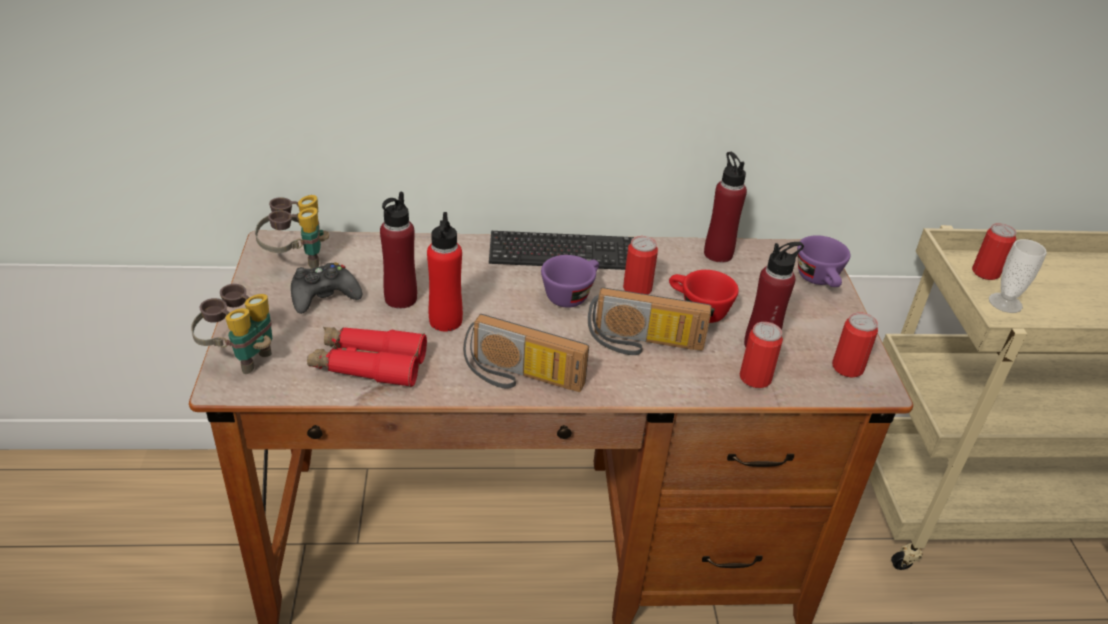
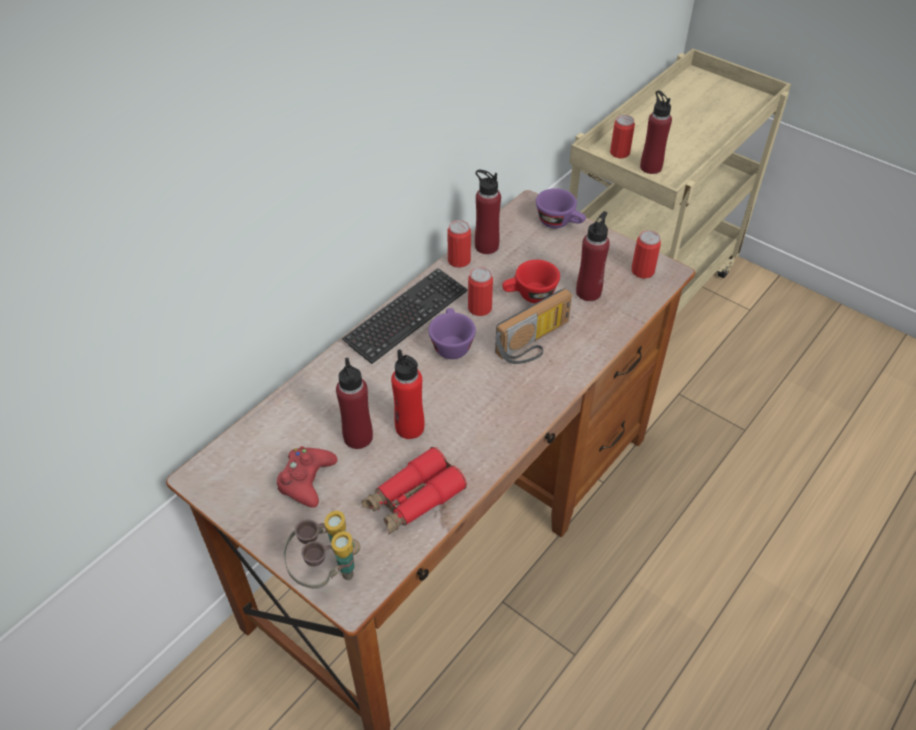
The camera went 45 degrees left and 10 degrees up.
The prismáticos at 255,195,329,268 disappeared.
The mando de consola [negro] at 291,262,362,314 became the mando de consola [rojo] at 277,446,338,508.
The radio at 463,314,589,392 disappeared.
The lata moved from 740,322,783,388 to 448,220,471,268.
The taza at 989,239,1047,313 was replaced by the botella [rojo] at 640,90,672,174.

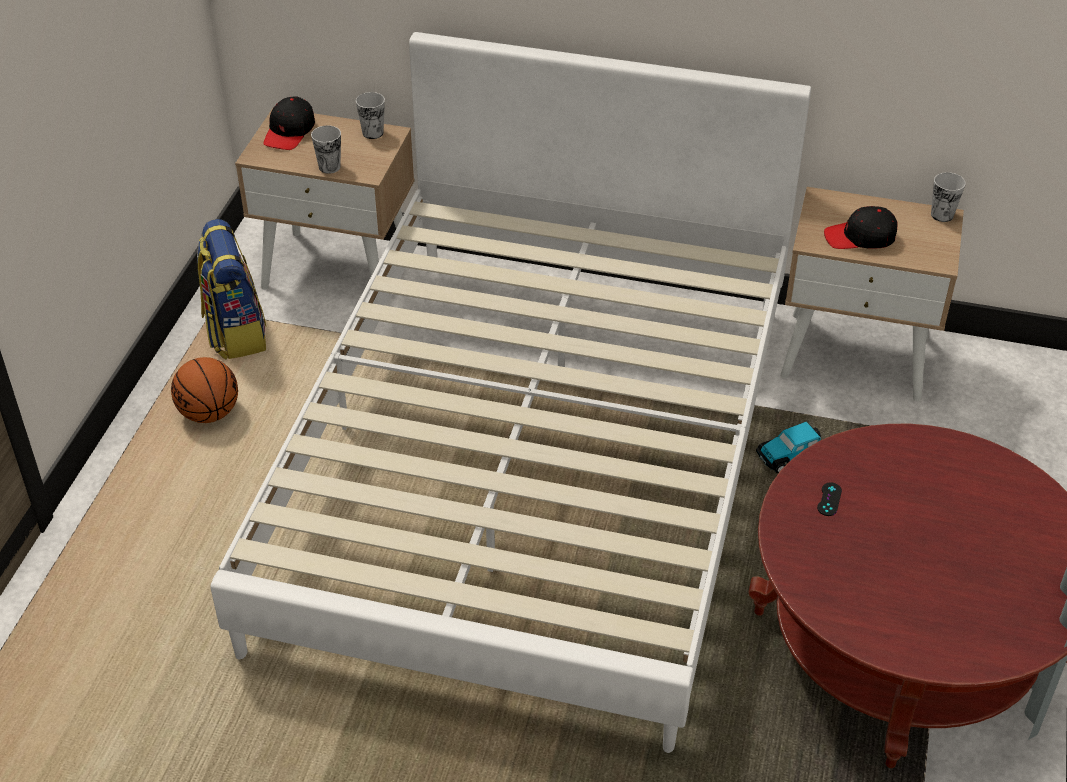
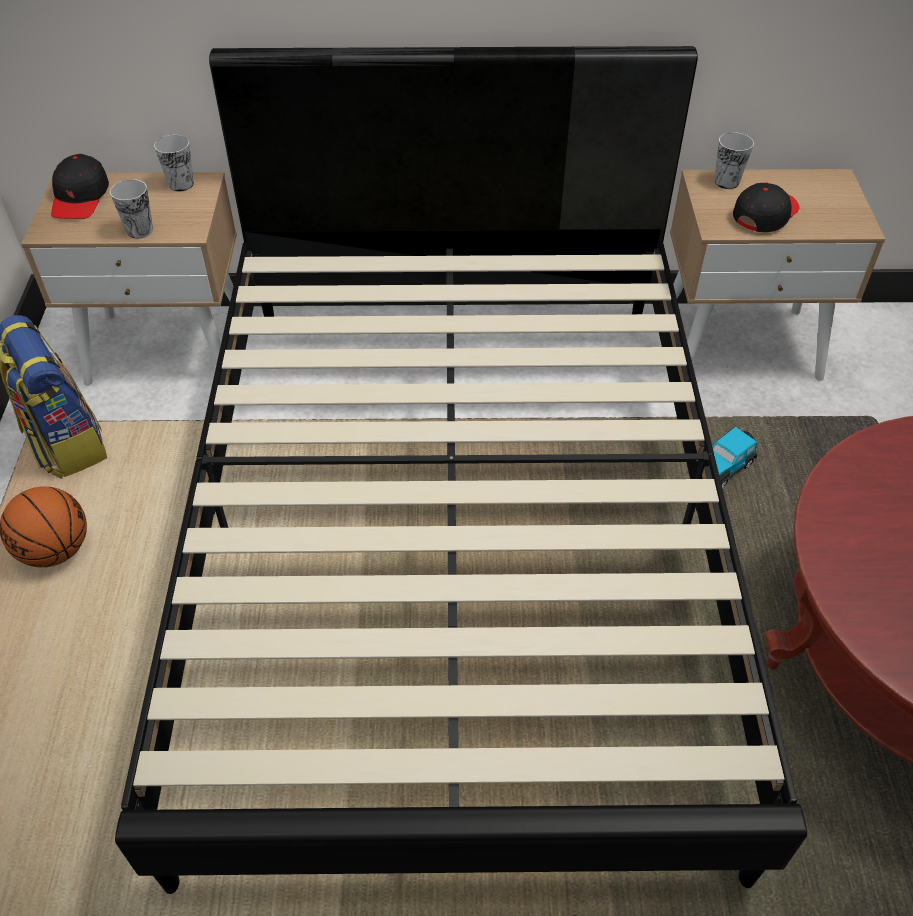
The camera went 15 degrees left and 5 degrees up.
The cama [blanco] at 210,32,811,753 became the cama [negro] at 115,46,807,894.
The mando de consola [negro] at 817,482,842,516 disappeared.
The gorra [negro] at 824,206,897,249 turned 150 degrees clockwise.
The taza moved from 931,172,966,222 to 715,132,754,189.

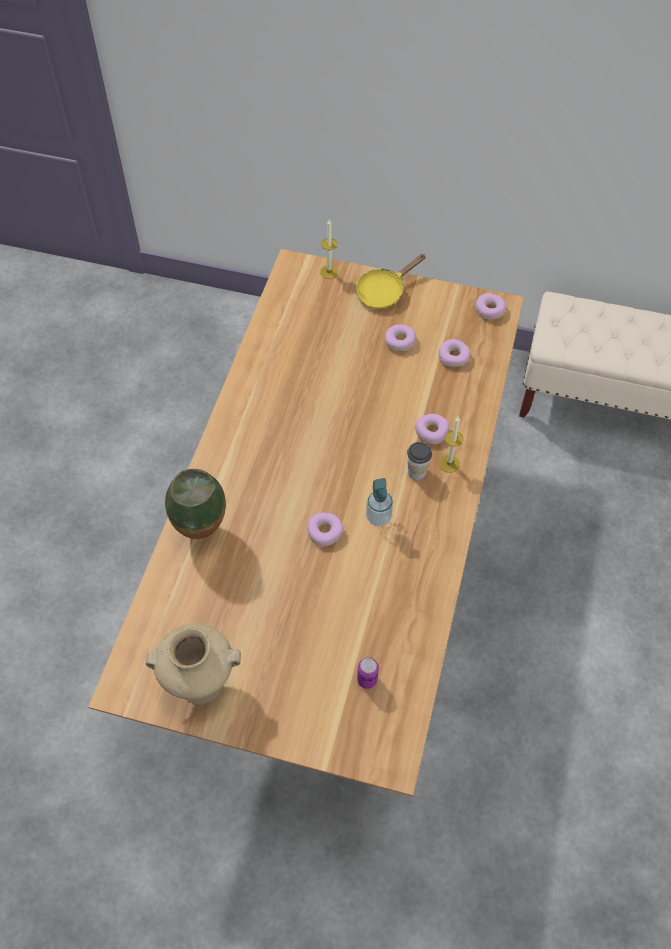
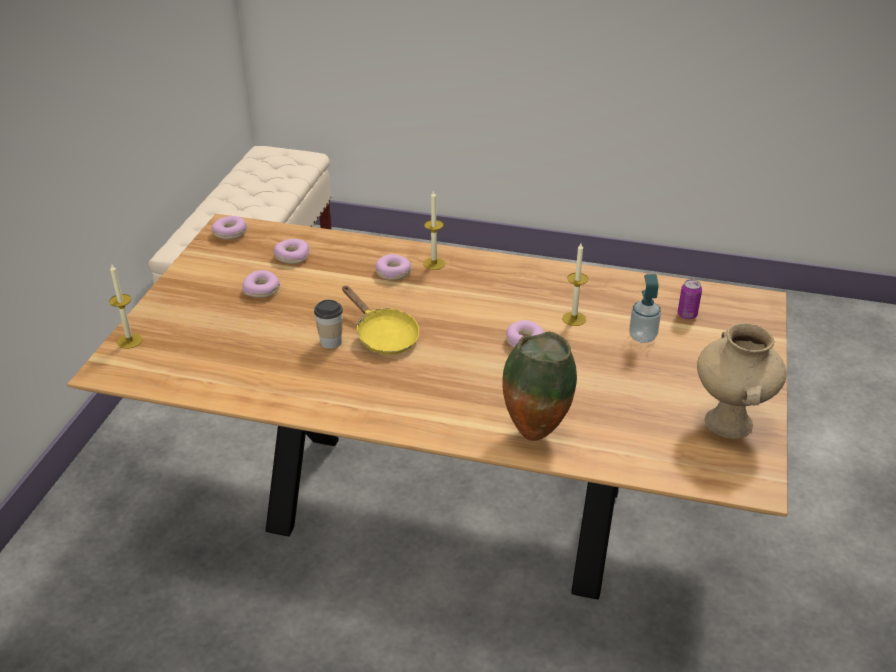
The camera went 90 degrees left and 20 degrees down.
The sartén [amarillo] moved from 355,254,426,309 to 342,286,419,355.
The dispensador de jabón moved from 366,478,393,526 to 629,274,661,343.
The taza moved from 407,442,432,480 to 314,300,343,349.
The vela at 562,243,588,326 appeared.

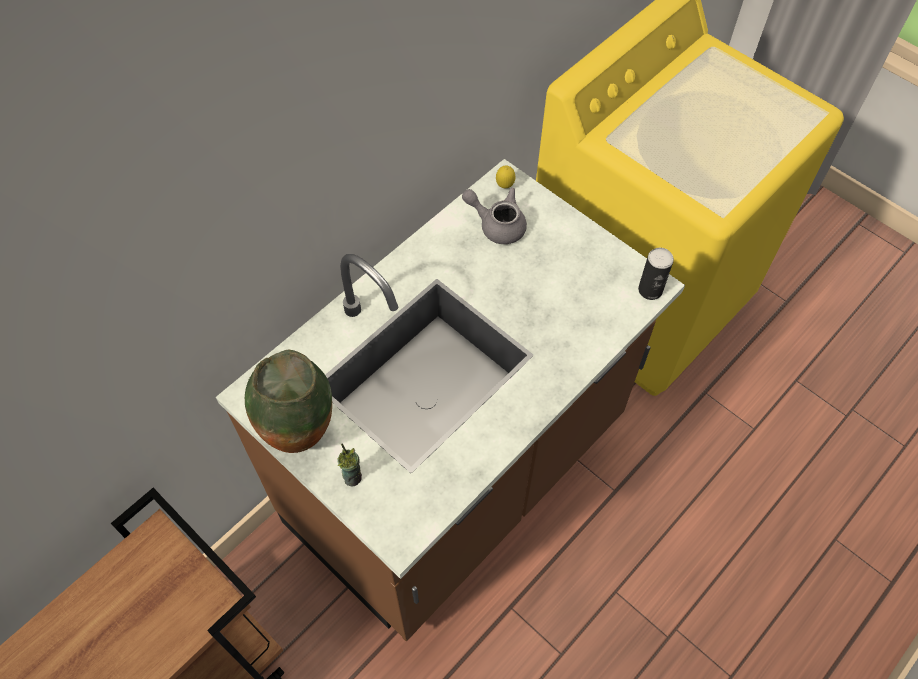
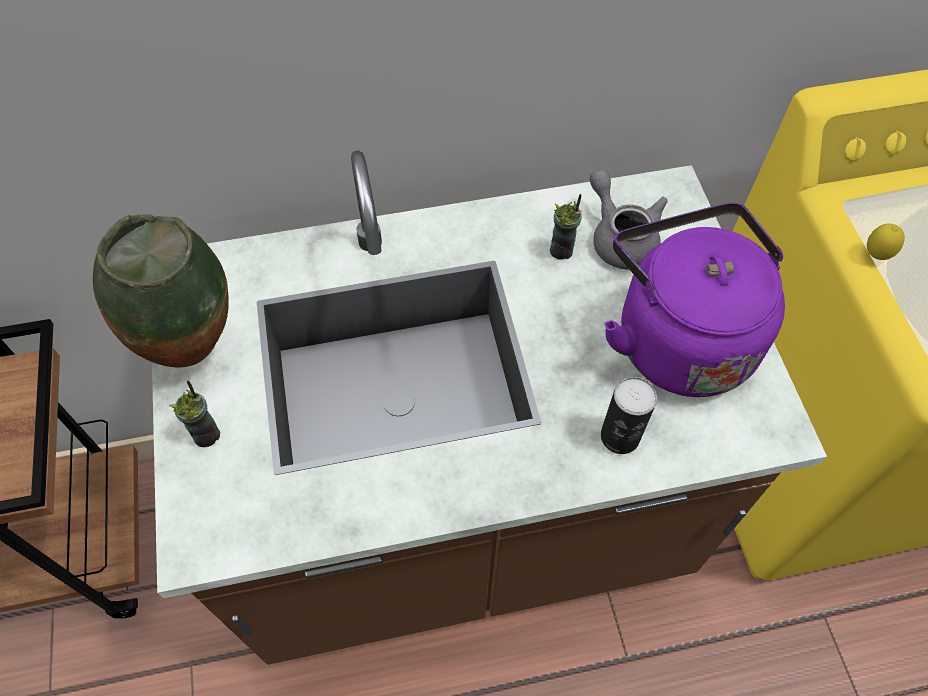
The camera went 35 degrees right and 0 degrees up.
The limón moved from 496,165,515,188 to 867,223,905,260.
The lata moved from 638,248,674,300 to 601,377,657,454.
The taza at 550,194,582,260 appeared.
The hervidor [morado] at 604,203,785,397 appeared.

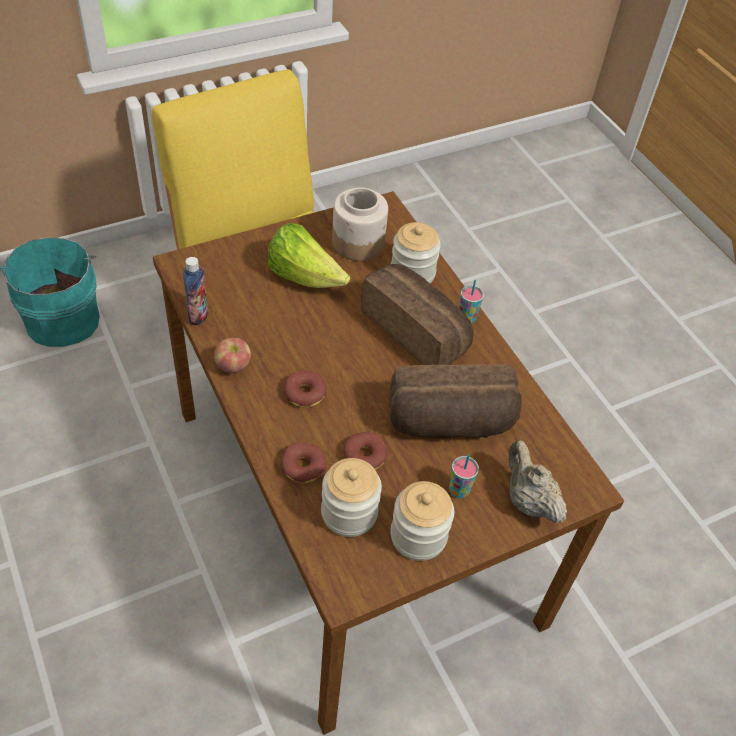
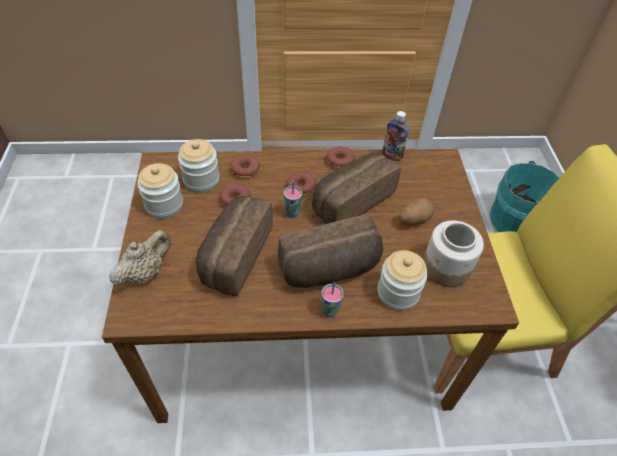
The camera went 115 degrees right and 0 degrees up.
The manzana at 214,338,251,373 was replaced by the rosquilla at 327,146,355,169.
The lechuga at 268,223,350,288 was replaced by the patata at 399,197,434,226.
The taza moved from 449,454,479,498 to 284,182,302,218.
The tetera [beis] at 508,440,567,523 turned 45 degrees counterclockwise.
The pan at 312,153,401,224 appeared.

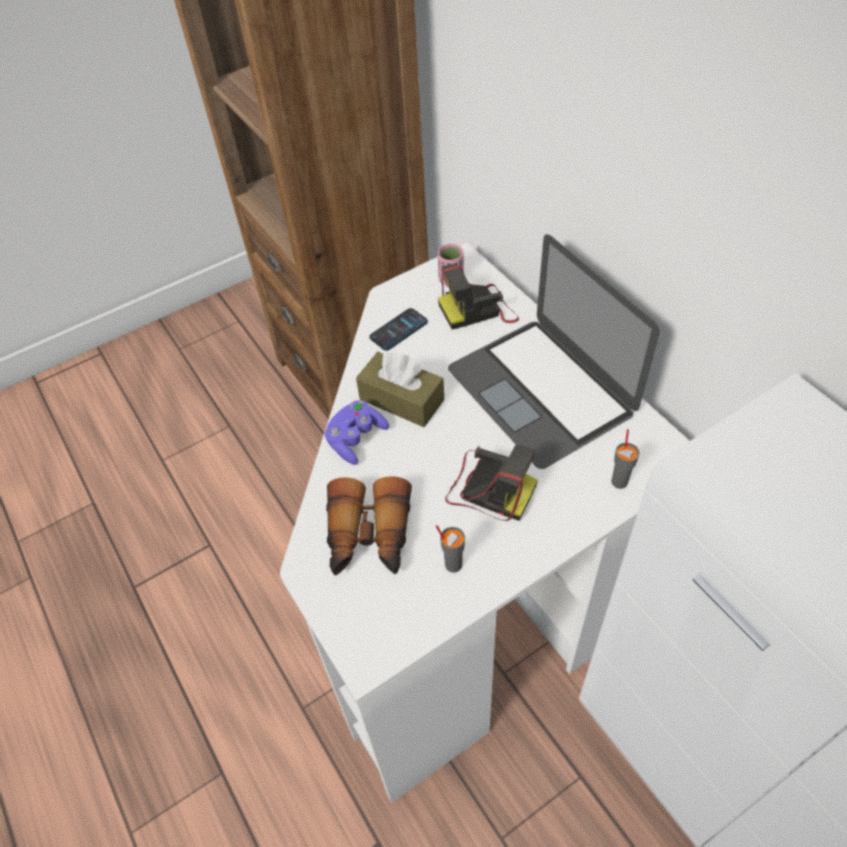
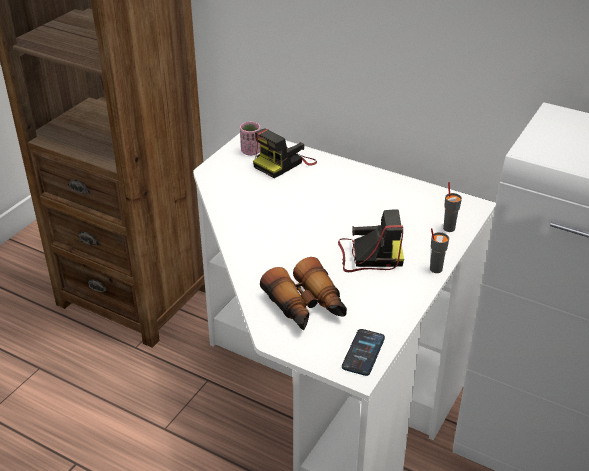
The camera went 30 degrees left and 15 degrees down.
The mando de consola [morado] at 325,400,389,465 disappeared.
The caja de pañuelos [marrón] at 356,352,444,427 disappeared.
The móvil moved from 369,308,428,351 to 342,329,385,376.
The taza [gris] moved from 436,525,465,573 to 430,228,449,273.
The portátil at 448,234,659,469 disappeared.

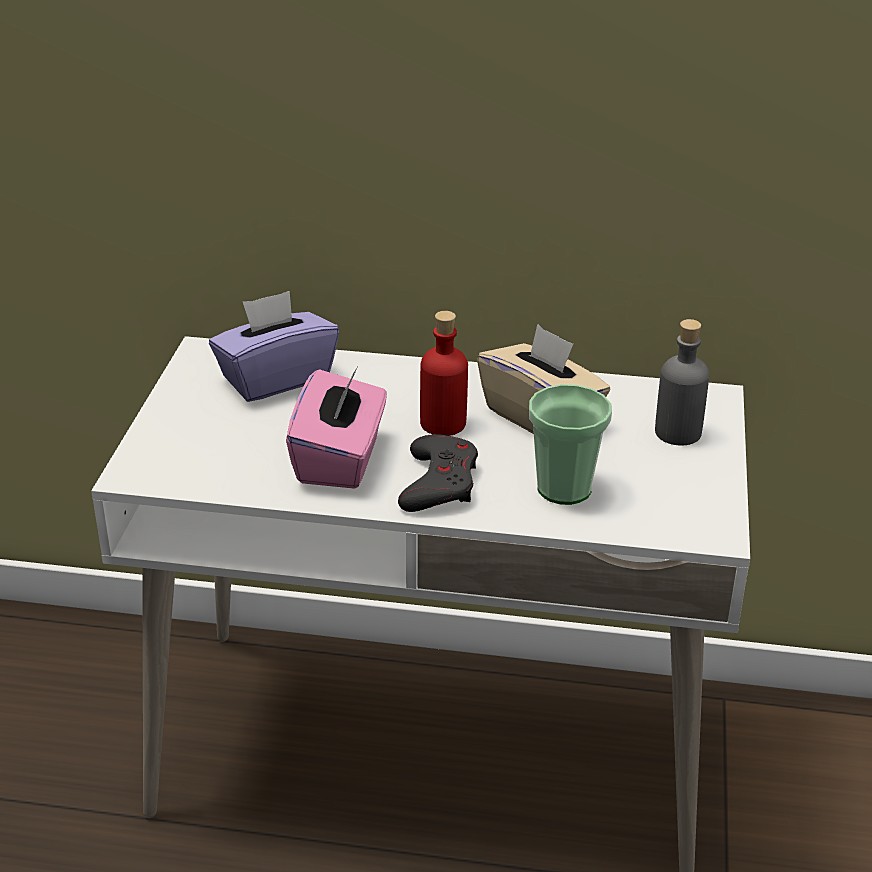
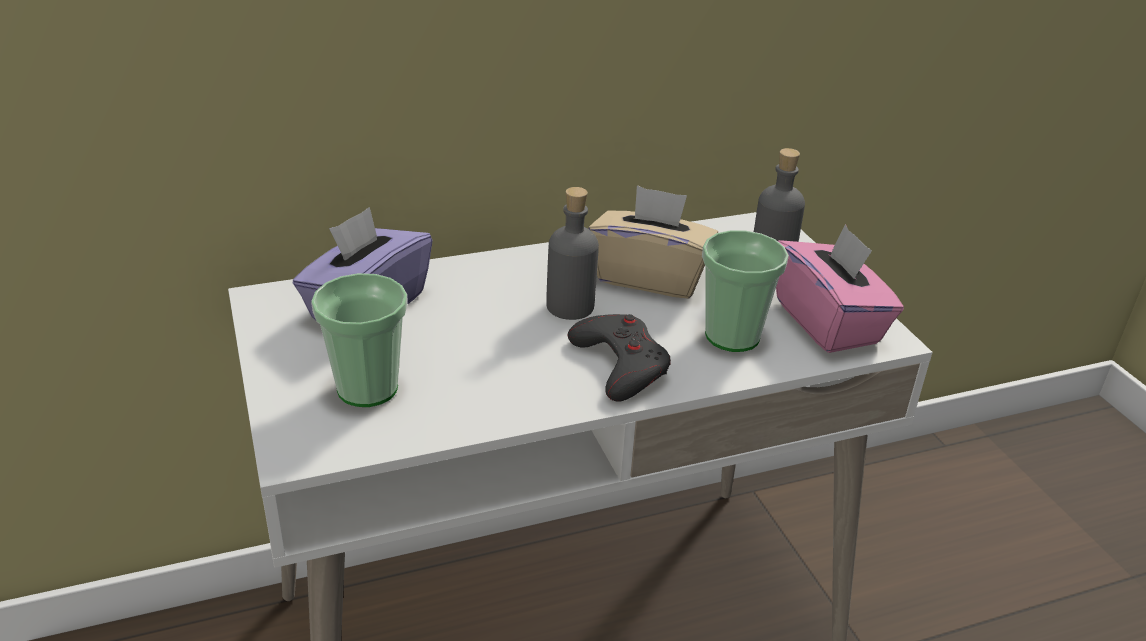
The camera went 30 degrees left and 0 degrees up.
The caja de pañuelos [rosa] moved from 286,367,387,489 to 776,224,904,353.
The botella [rojo] at 420,311,468,436 became the botella [gris] at 546,187,599,320.
The taza at 311,273,408,407 appeared.

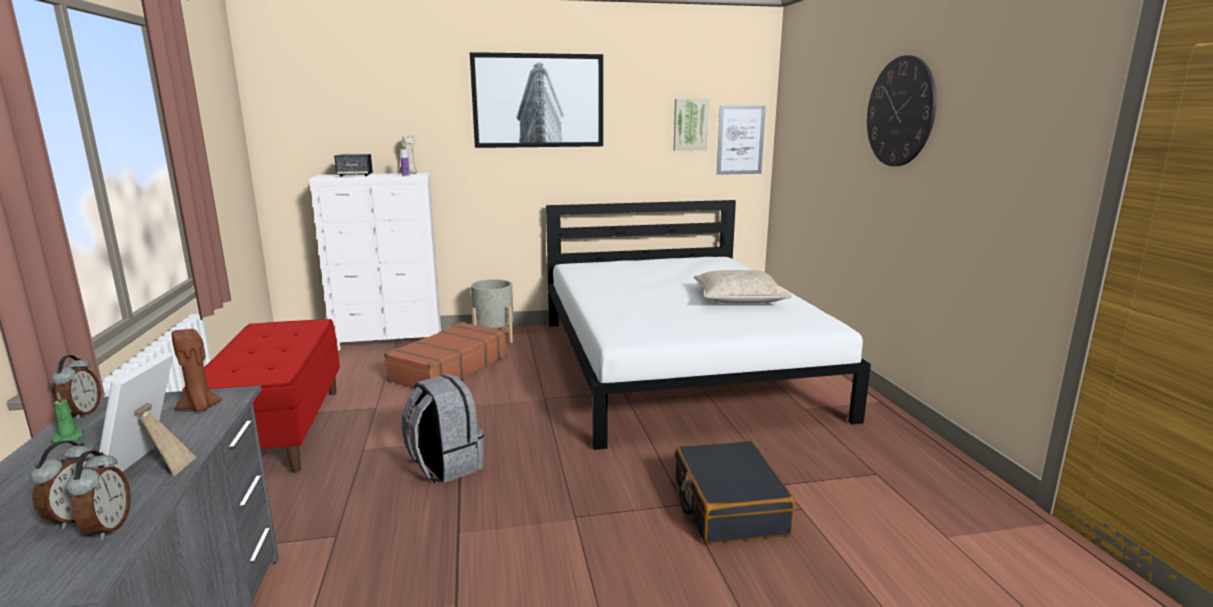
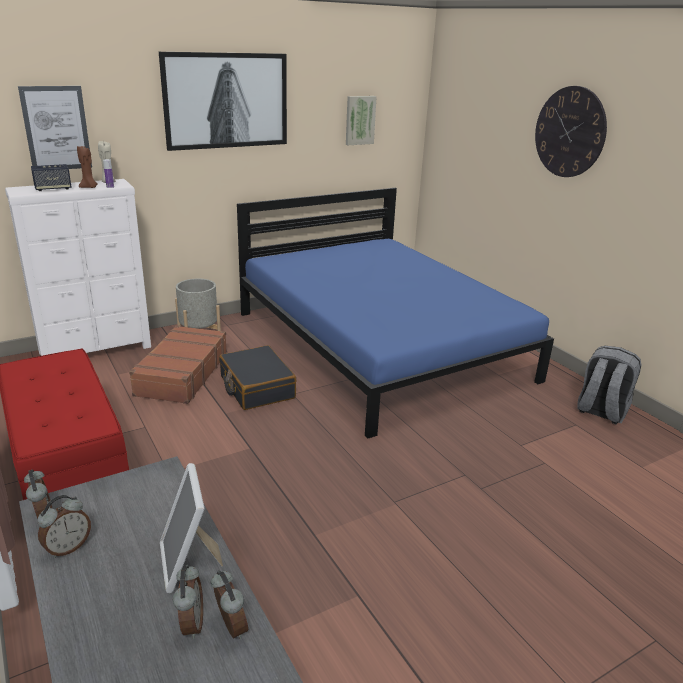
The camera went 20 degrees left and 10 degrees up.
The vela [verde] at 52,392,84,443 was replaced by the despertador at 37,495,91,558.
The vela [marrón] moved from 172,329,223,411 to 77,146,98,188.
The mochila [gris] moved from 402,374,484,483 to 578,346,641,425.
The cama [blanco] at 546,200,871,450 became the cama [azul] at 237,188,554,438.
The maleta [negro] moved from 675,441,795,544 to 219,345,297,410.
The cojín [beis] at 694,270,793,303 disappeared.
The cuadro moved from 717,105,766,175 to 18,86,92,169.

